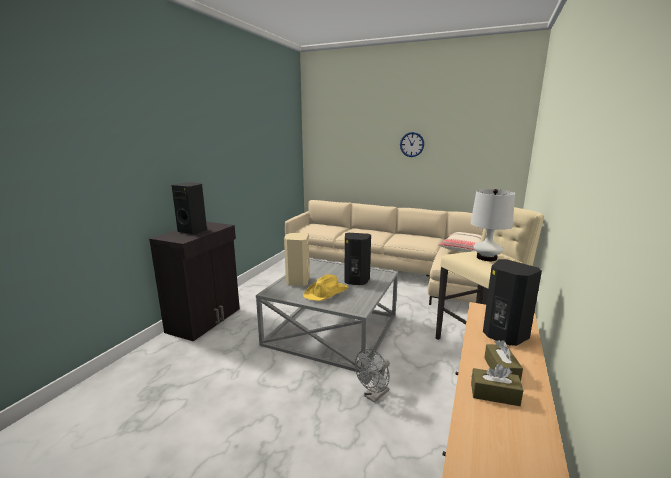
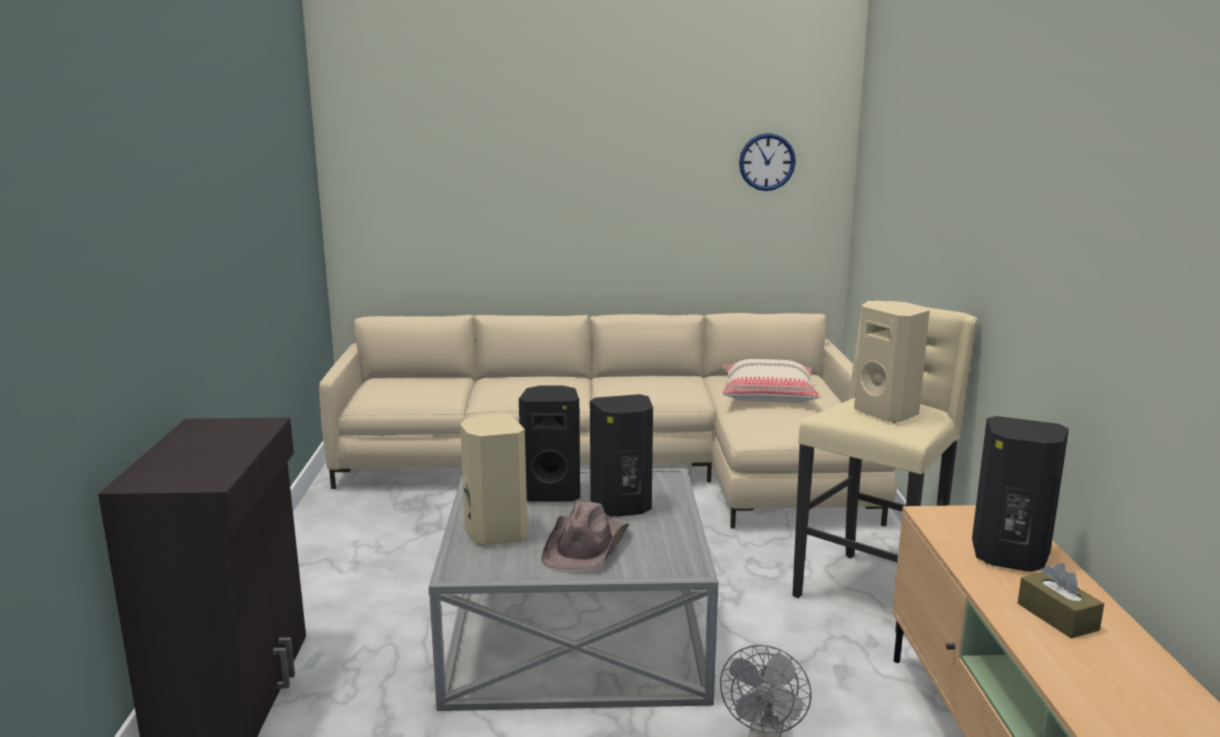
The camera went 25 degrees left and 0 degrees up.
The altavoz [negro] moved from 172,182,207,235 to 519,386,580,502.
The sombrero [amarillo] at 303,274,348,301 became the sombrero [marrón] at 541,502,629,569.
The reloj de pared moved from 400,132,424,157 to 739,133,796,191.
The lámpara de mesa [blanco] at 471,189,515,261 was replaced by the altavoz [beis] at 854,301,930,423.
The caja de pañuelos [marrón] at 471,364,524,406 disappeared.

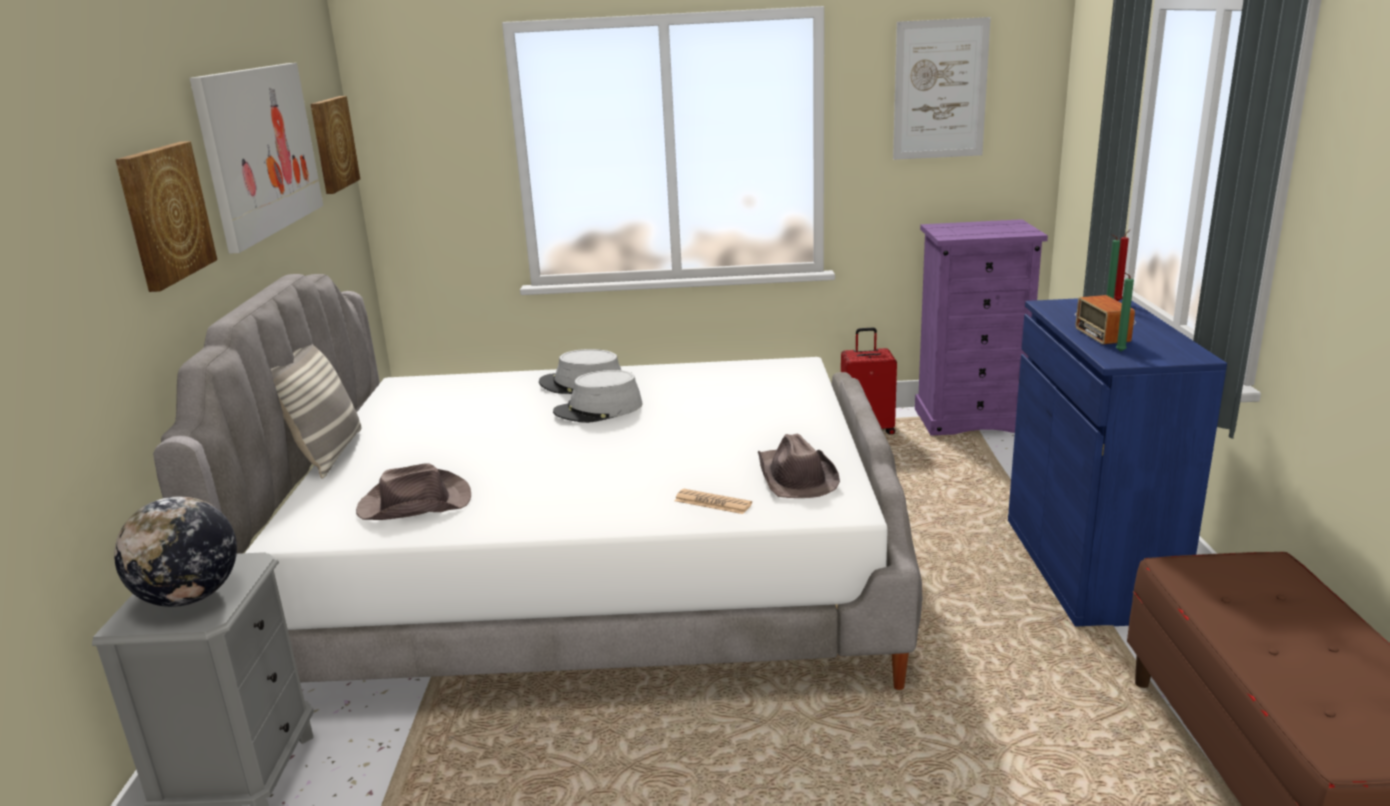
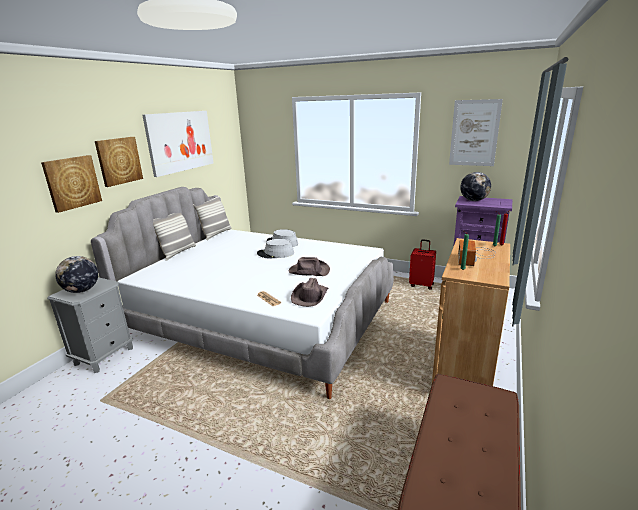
The camera went 25 degrees right and 0 degrees up.
The cuadro moved from 310,96,360,194 to 41,155,102,213.
The sombrero [marrón] moved from 356,463,471,520 to 289,257,330,276.
The armario [azul] at 1008,296,1227,627 became the armario [marrón] at 432,238,510,386.
The cojín at 193,196,232,240 appeared.
The globo terráqueo at 460,172,491,201 appeared.

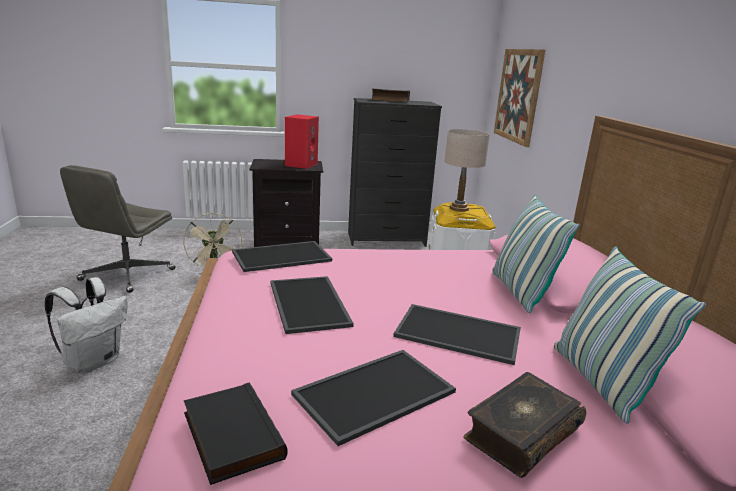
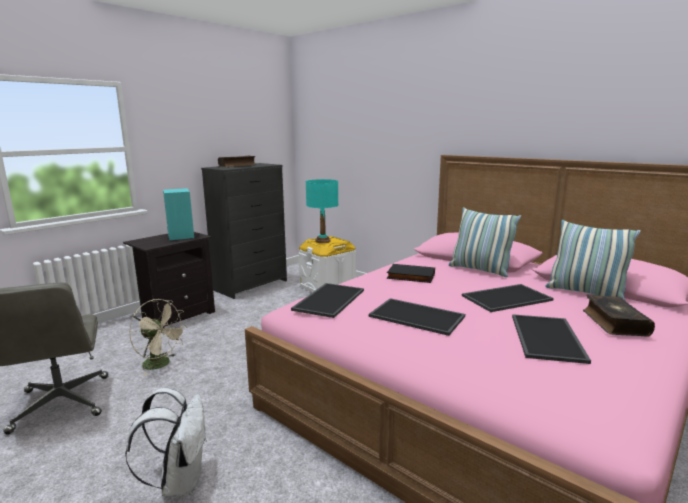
The camera went 40 degrees left and 5 degrees down.
The libro [negro] moved from 184,382,287,485 to 387,264,435,283.
The altavoz [rojo] at 285,114,319,169 became the altavoz [turquesa] at 163,188,194,240.
The lámpara de mesa [beis] at 444,129,490,212 became the lámpara de mesa [turquesa] at 306,179,338,243.
The cuadro at 494,49,545,147 disappeared.

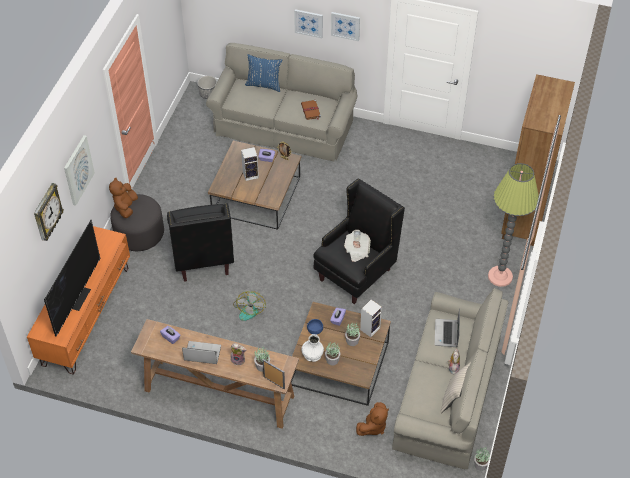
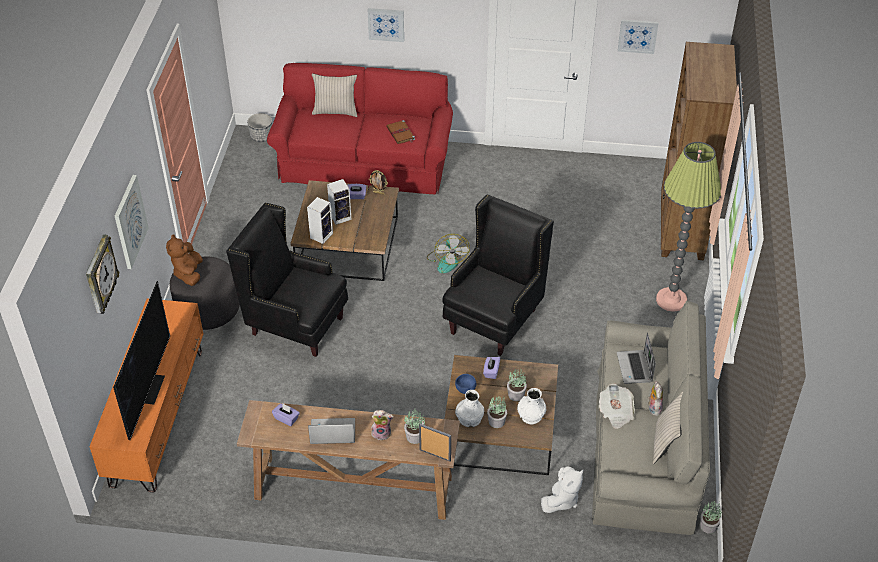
The camera went 10 degrees left and 5 degrees down.
The sillón [negro] at 167,203,234,282 turned 135 degrees clockwise.
The sofá [gris] at 206,43,357,161 became the sofá [rojo] at 267,63,453,194.
The ventilador moved from 233,291,266,321 to 427,234,470,273.
The cojín [azul] at 245,54,282,92 became the cojín [beis] at 312,73,357,117.
The cuadro moved from 331,12,360,41 to 618,19,658,54.
The periódico moved from 344,230,371,262 to 599,383,635,429.
The peluche [marrón] at 356,402,389,436 became the peluche [blanco] at 541,466,583,513.
The altavoz moved from 360,300,382,337 to 307,197,333,244.
The florero [blanco] at 517,388,546,424 appeared.

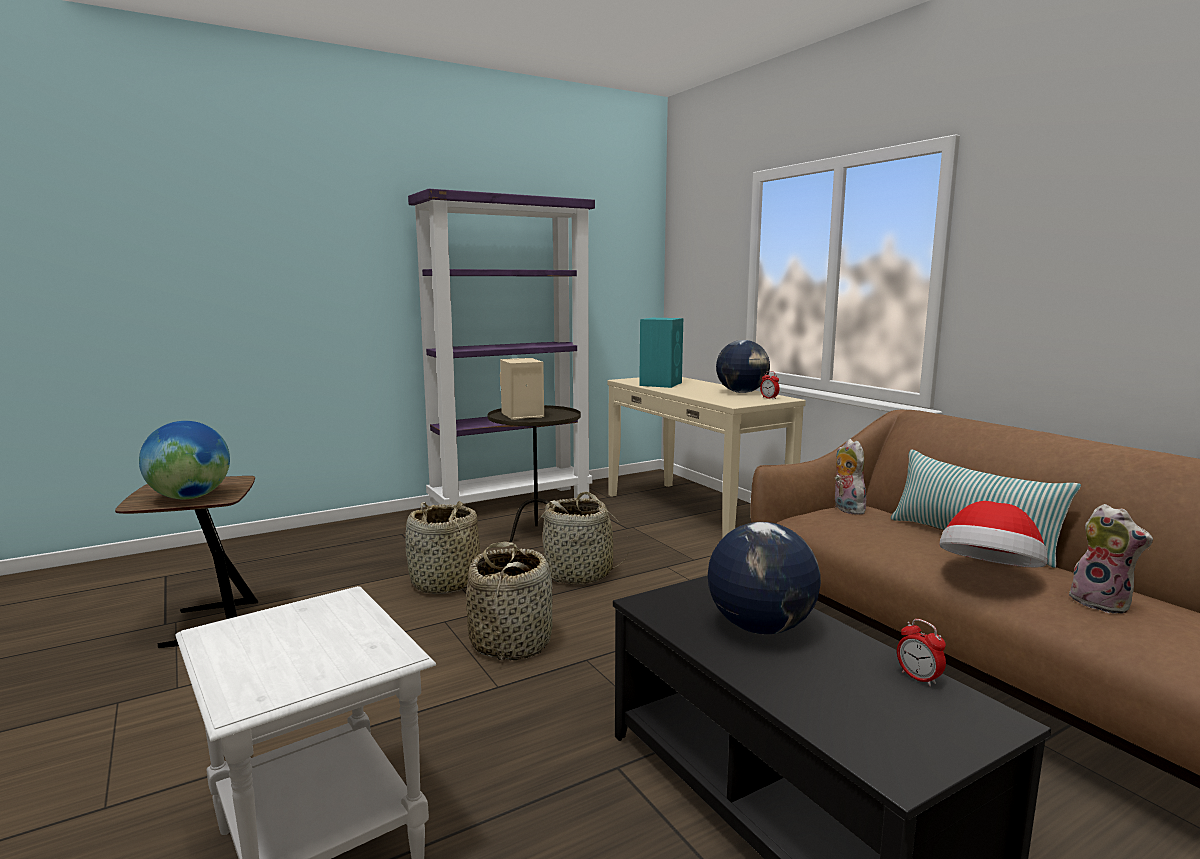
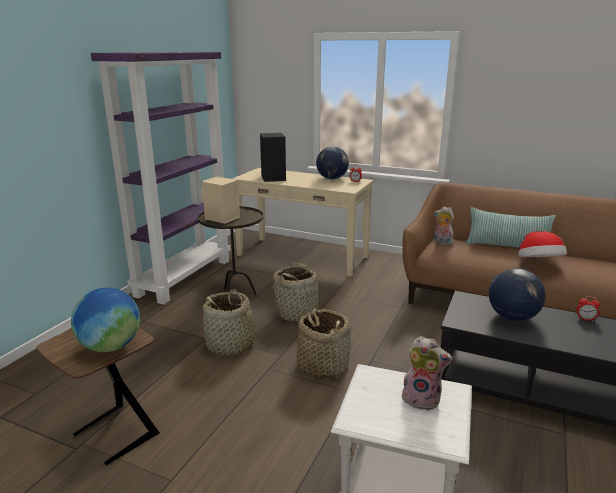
The camera went 35 degrees left and 10 degrees up.
The altavoz [turquesa] at 639,318,683,388 became the altavoz [negro] at 260,133,286,182.
The peluche moved from 1069,504,1153,614 to 402,336,452,411.

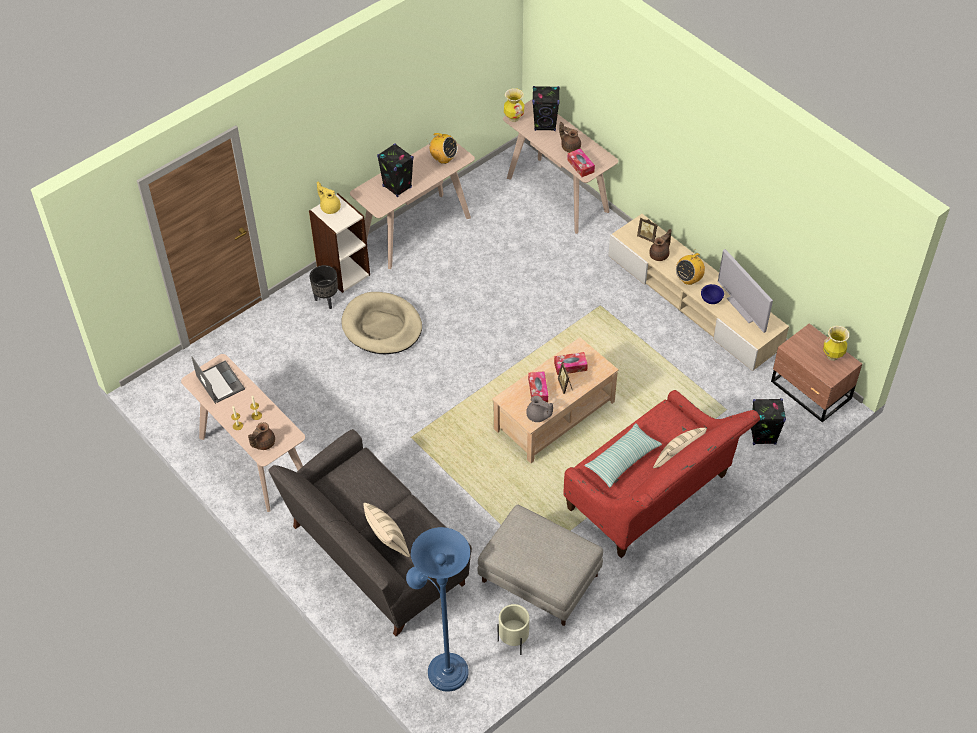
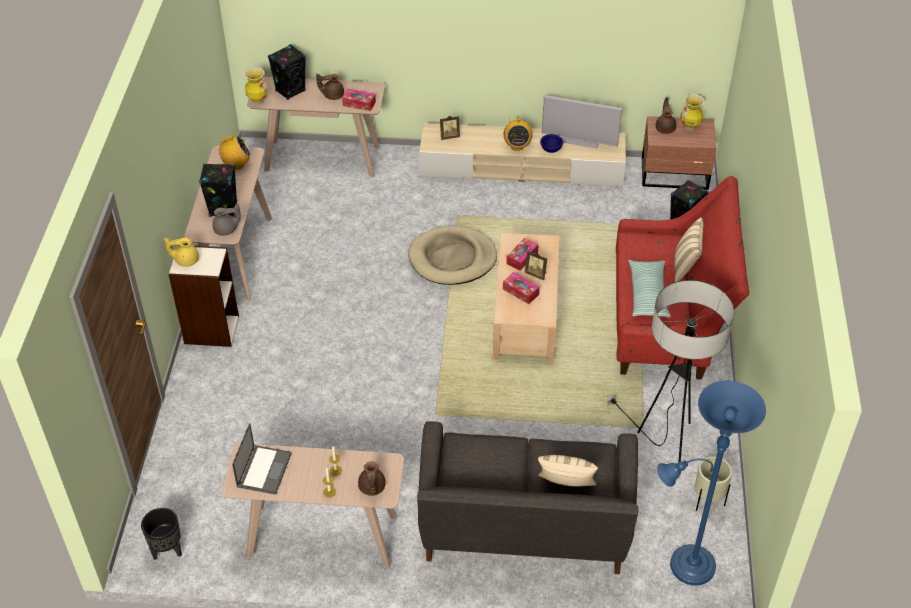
The camera went 45 degrees left and 5 degrees down.
The portátil at 191,356,245,404 turned 90 degrees clockwise.
The maceta [negro] moved from 310,265,338,309 to 141,508,182,560.
The cama para perro [beis] moved from 342,292,422,354 to 408,226,497,285.
The puf [gris] at 478,505,603,626 was replaced by the lámpara de pie at 606,280,734,462.
The tetera [gris] moved from 526,396,553,422 to 213,204,241,236.
The tetera [marrón] moved from 649,229,671,261 to 656,97,676,134.

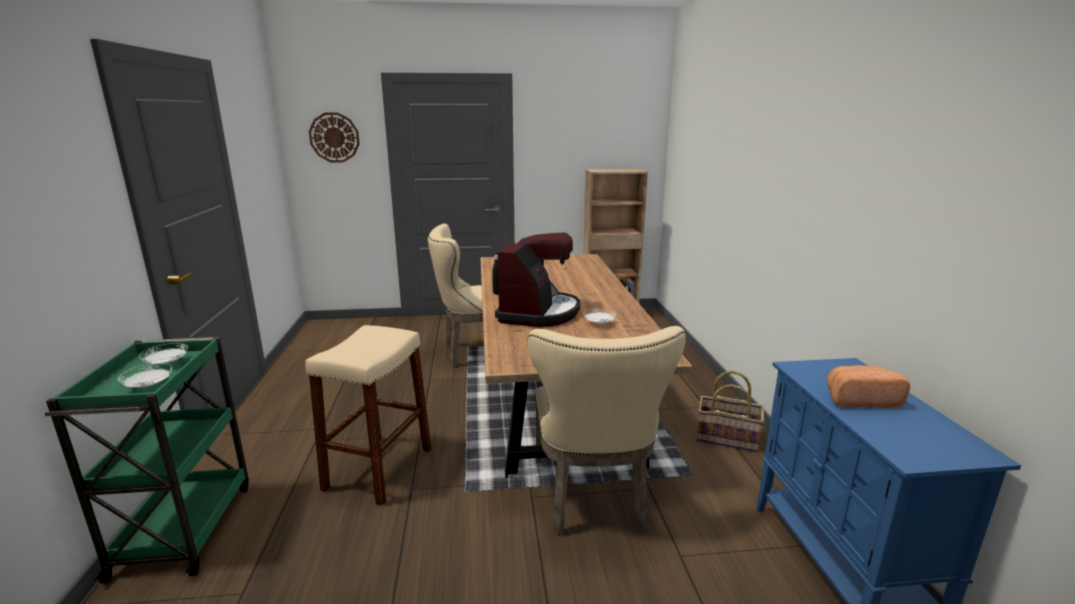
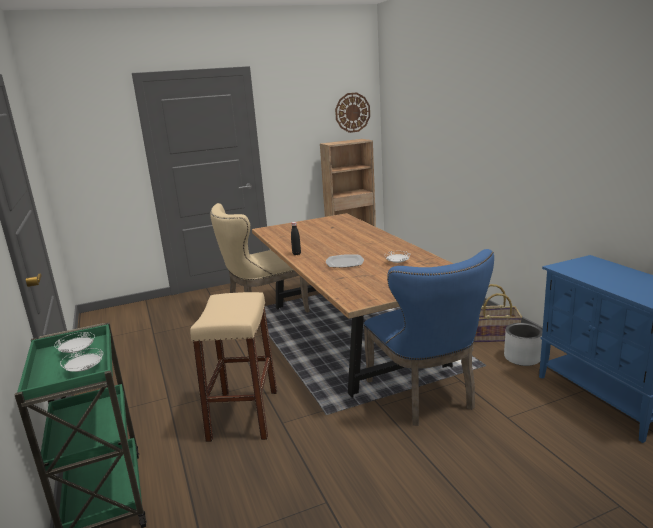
The camera went 15 degrees left and 0 degrees up.
The reloj de pared moved from 309,113,360,162 to 335,92,370,133.
The cafetera at 495,232,580,327 was replaced by the plato at 326,254,364,268.
The silla [beis] at 527,326,686,536 became the silla [azul] at 364,249,494,426.
The pan at 827,365,910,408 disappeared.
The maceta [gris] at 504,323,543,366 appeared.

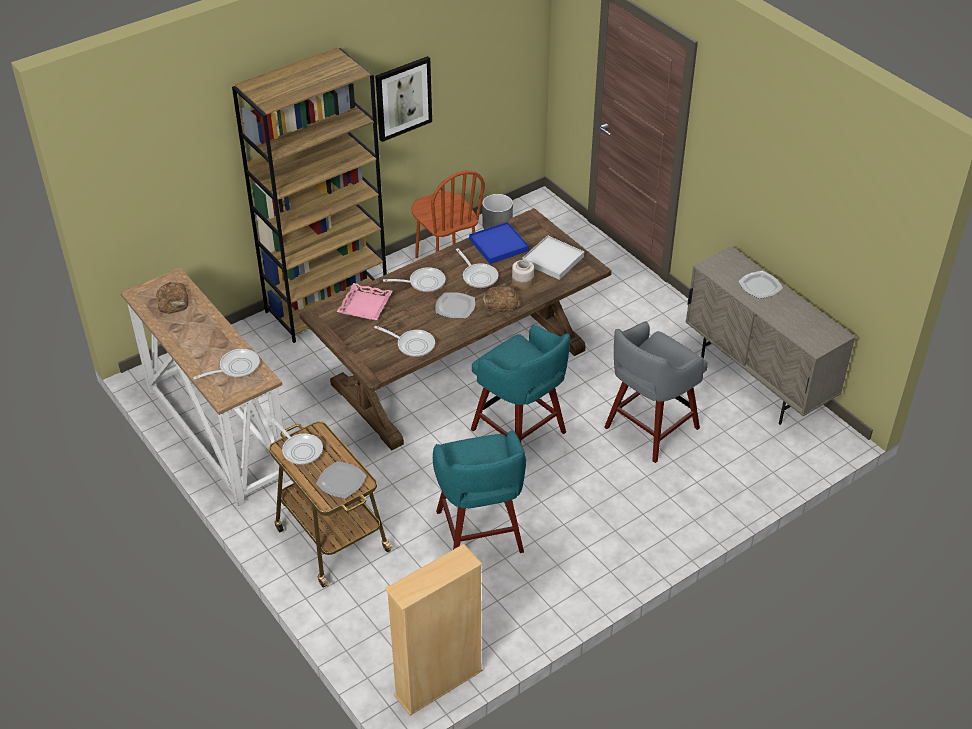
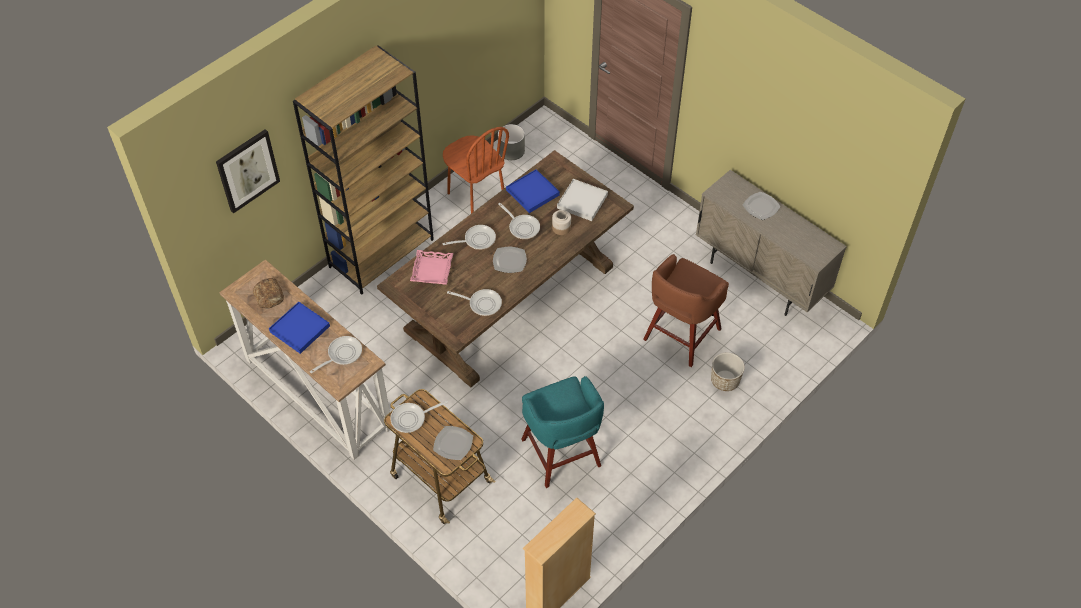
The camera went 10 degrees left and 10 degrees up.
The sartén at 271,418,323,465 turned 120 degrees clockwise.
The cuadro moved from 375,56,432,142 to 216,129,280,214.
The taburete [turquesa] at 471,325,570,443 disappeared.
The pan at 482,287,520,312 disappeared.
The taburete [gris] at 604,321,708,463 became the taburete [marrón] at 643,254,729,367.
The bandeja [azul] at 269,302,330,354 appeared.
The maceta at 711,353,745,391 appeared.

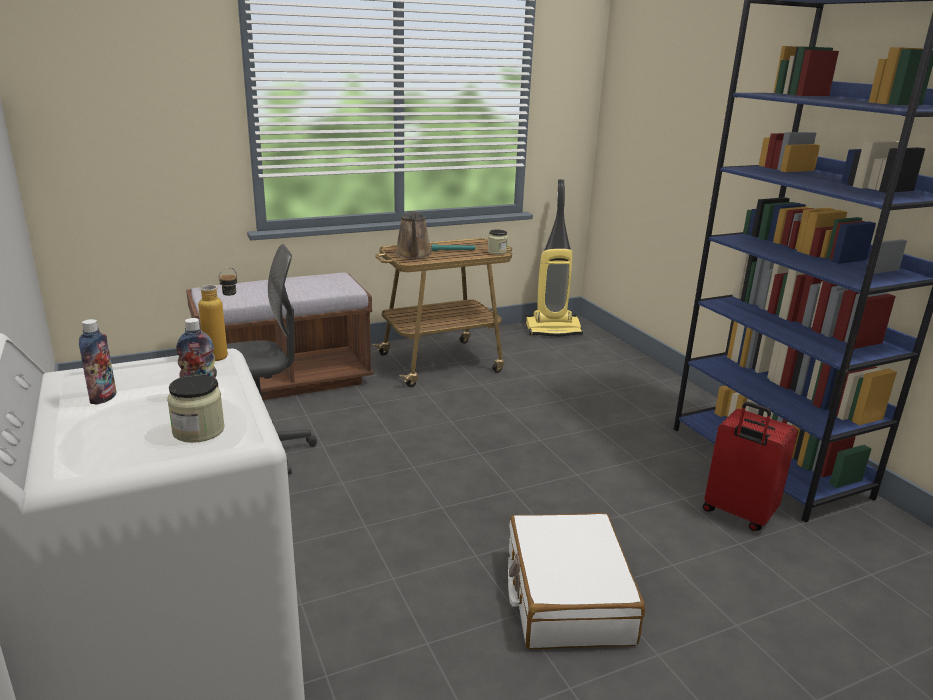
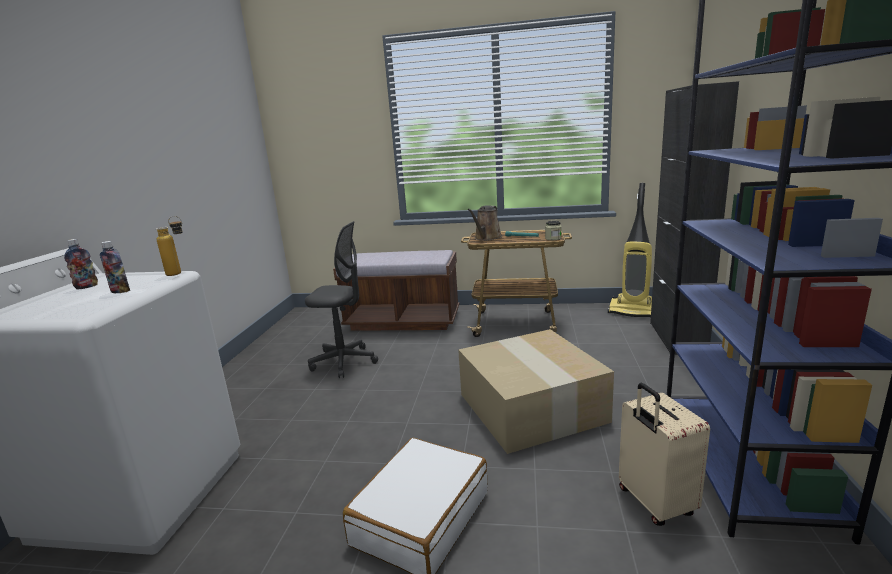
The camera went 35 degrees right and 5 degrees down.
The tarro at 167,374,225,443 disappeared.
The maleta [rojo] at 703,401,798,531 became the maleta [beis] at 619,383,710,526.
The caja de cartón at 458,329,614,454 appeared.
The armario [negro] at 650,81,739,355 appeared.

